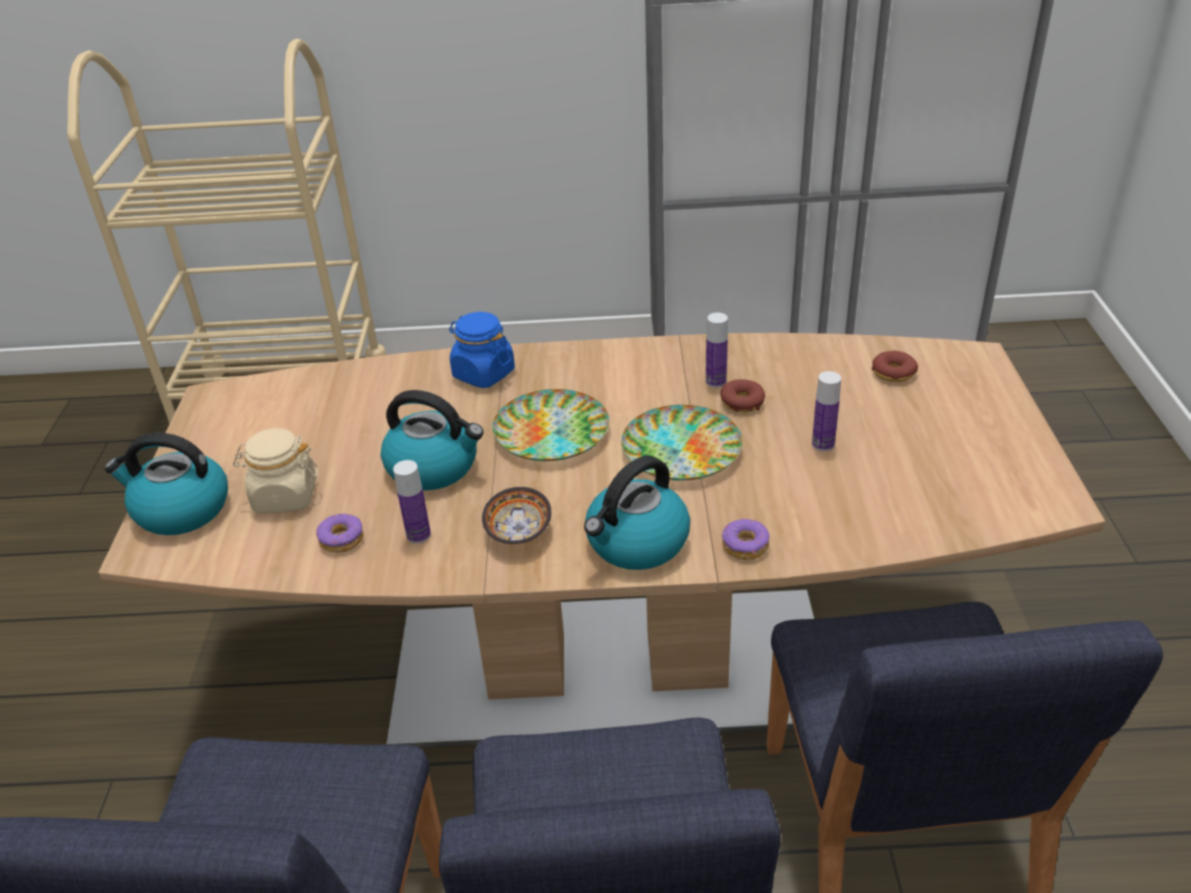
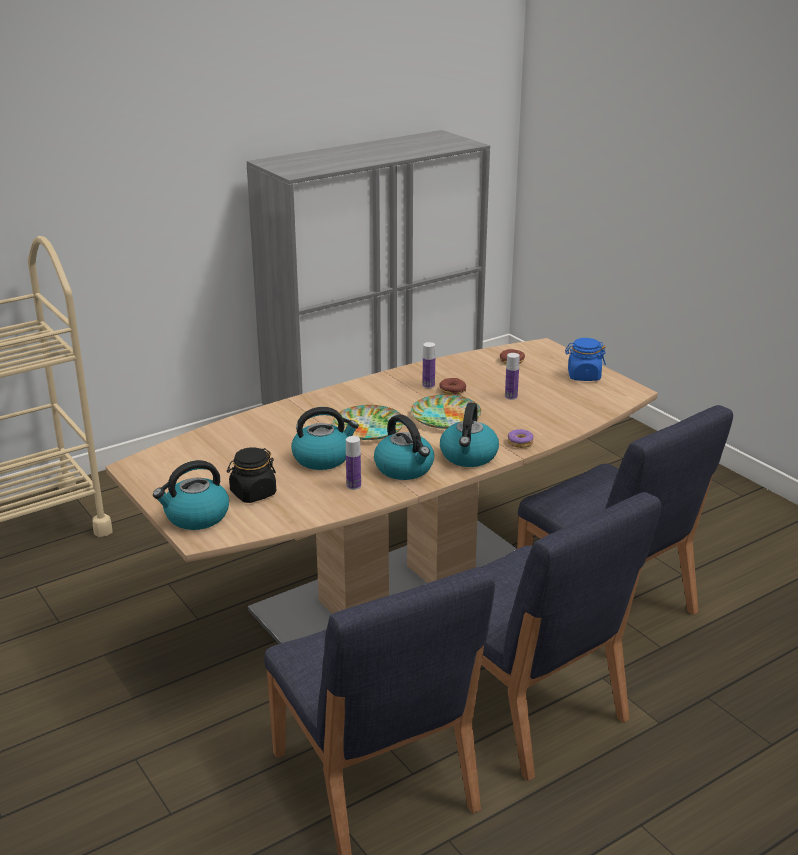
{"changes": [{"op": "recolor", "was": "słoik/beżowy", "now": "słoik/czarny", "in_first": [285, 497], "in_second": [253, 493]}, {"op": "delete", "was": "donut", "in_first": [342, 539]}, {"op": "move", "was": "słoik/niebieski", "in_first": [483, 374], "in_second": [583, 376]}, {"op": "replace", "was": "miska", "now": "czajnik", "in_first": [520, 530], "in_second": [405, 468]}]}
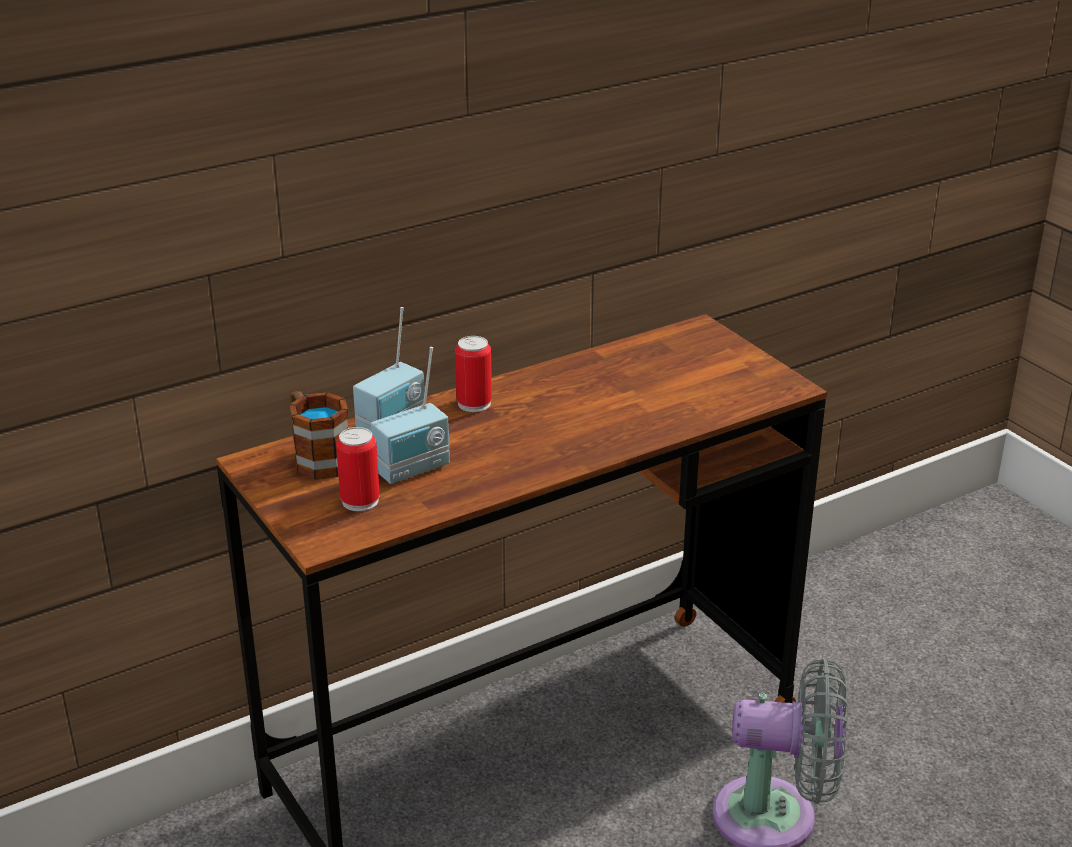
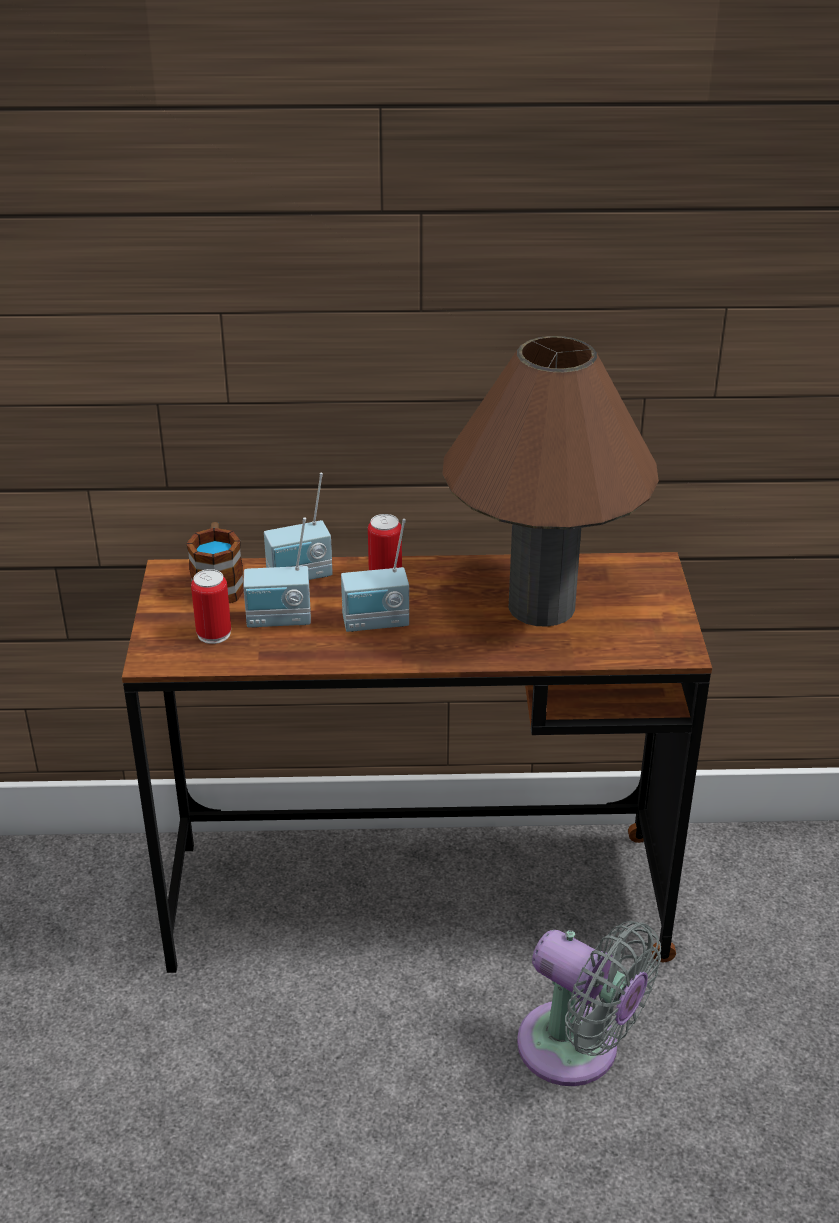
{"changes": [{"op": "insert", "now": "radio", "in_second": [376, 624]}, {"op": "insert", "now": "lampa stołowa/brązowy", "in_second": [541, 606]}]}
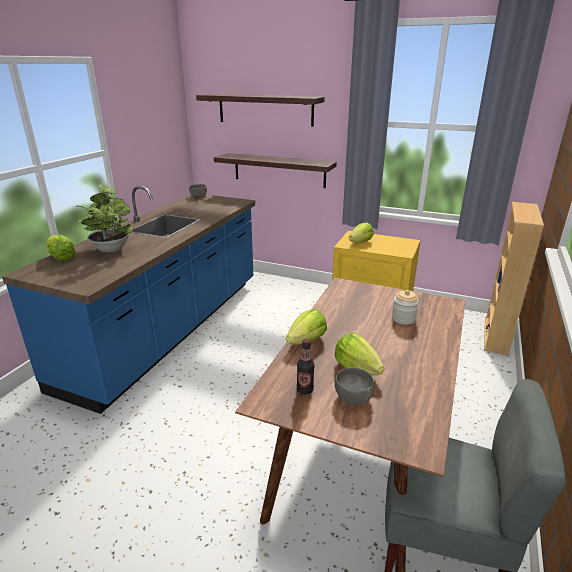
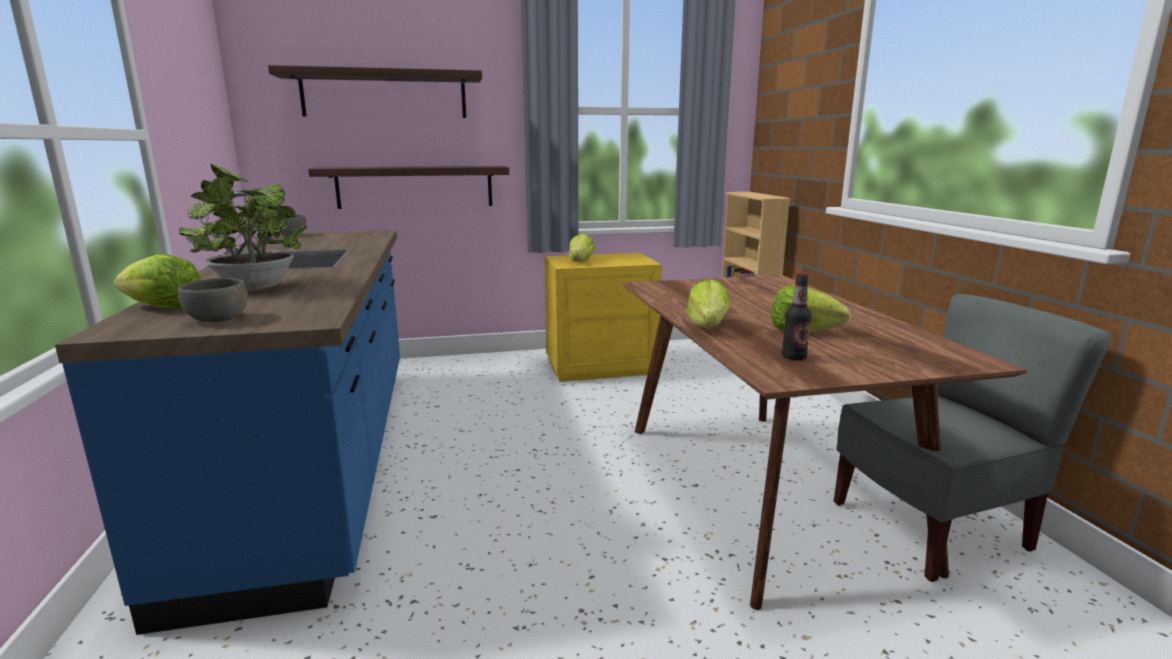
{"changes": [{"op": "move", "was": "miska/szary", "in_first": [354, 398], "in_second": [218, 319]}, {"op": "delete", "was": "słoik", "in_first": [403, 319]}]}
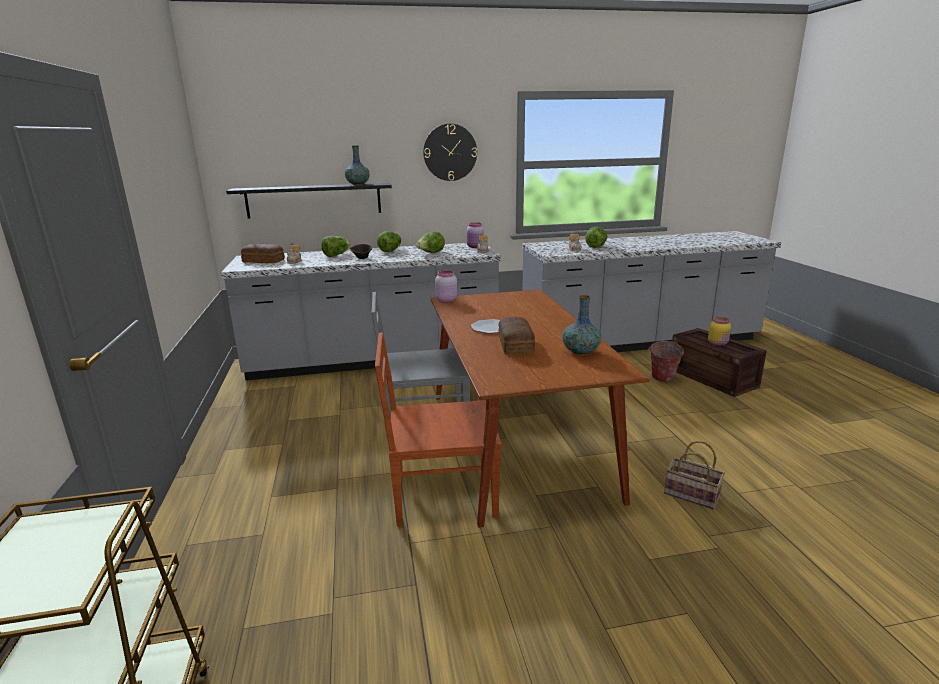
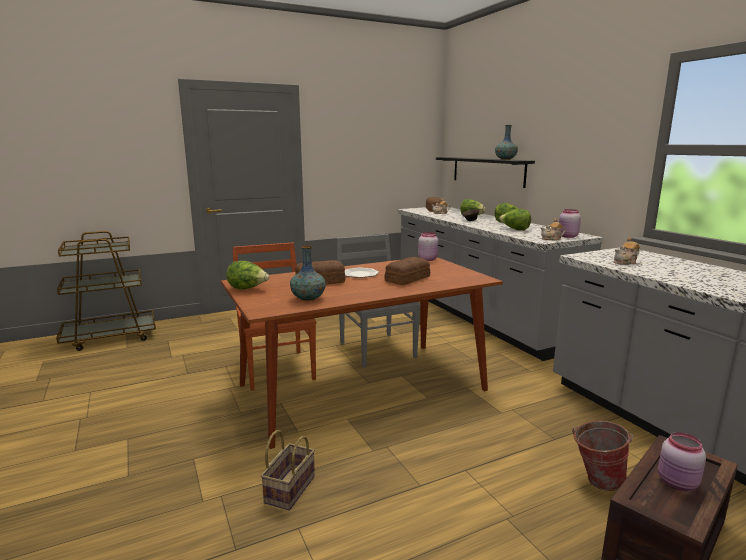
{"changes": [{"op": "delete", "was": "zegar ścienny", "in_first": [450, 152]}, {"op": "move", "was": "sałata", "in_first": [596, 247], "in_second": [248, 289]}, {"op": "recolor", "was": "słoik/żółty", "now": "słoik/różowy", "in_first": [718, 343], "in_second": [678, 484]}, {"op": "insert", "now": "chleb", "in_second": [406, 279]}]}
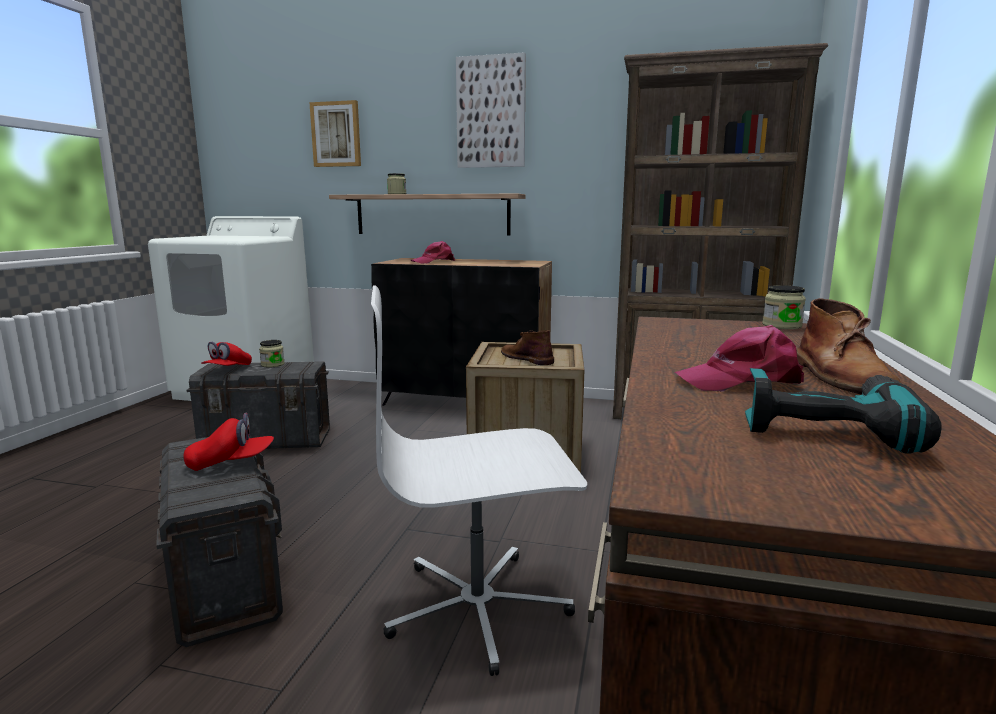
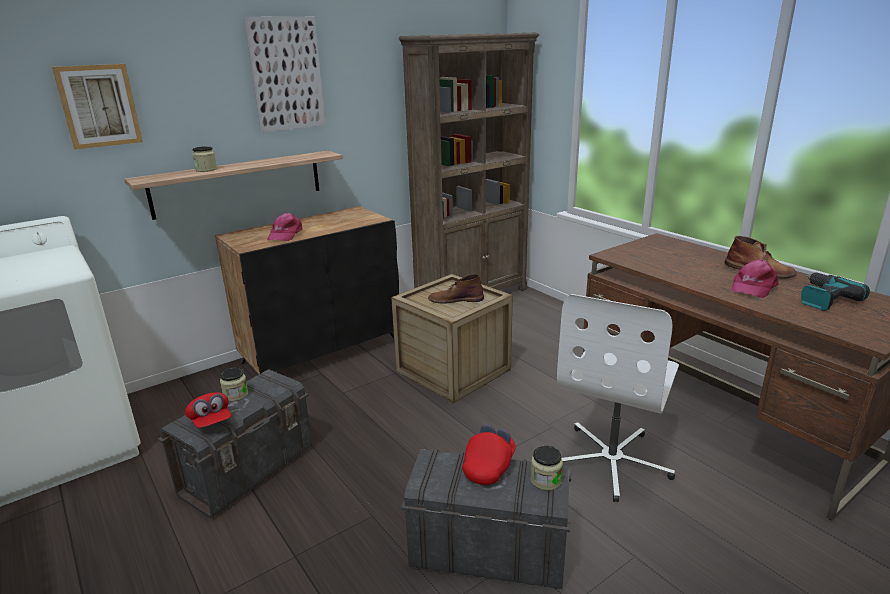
{"changes": [{"op": "move", "was": "słoik", "in_first": [781, 326], "in_second": [545, 480]}]}
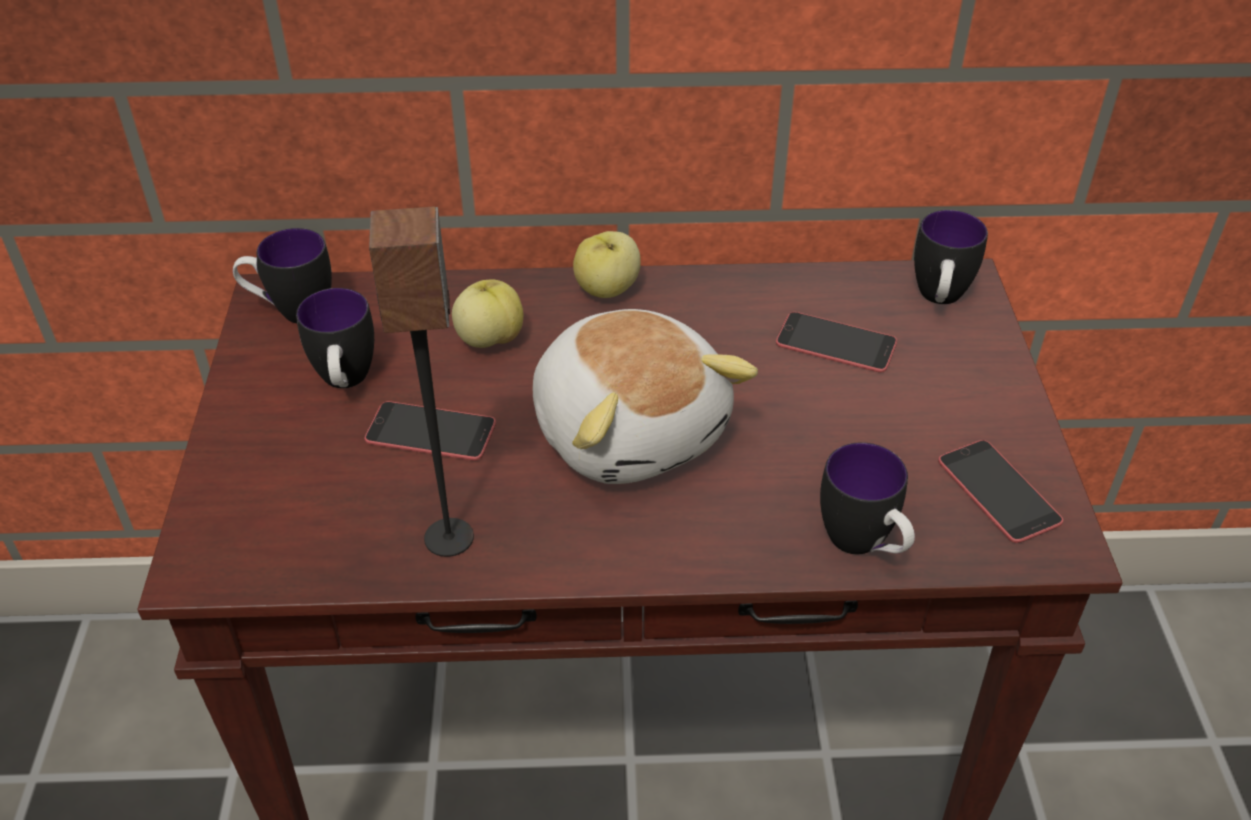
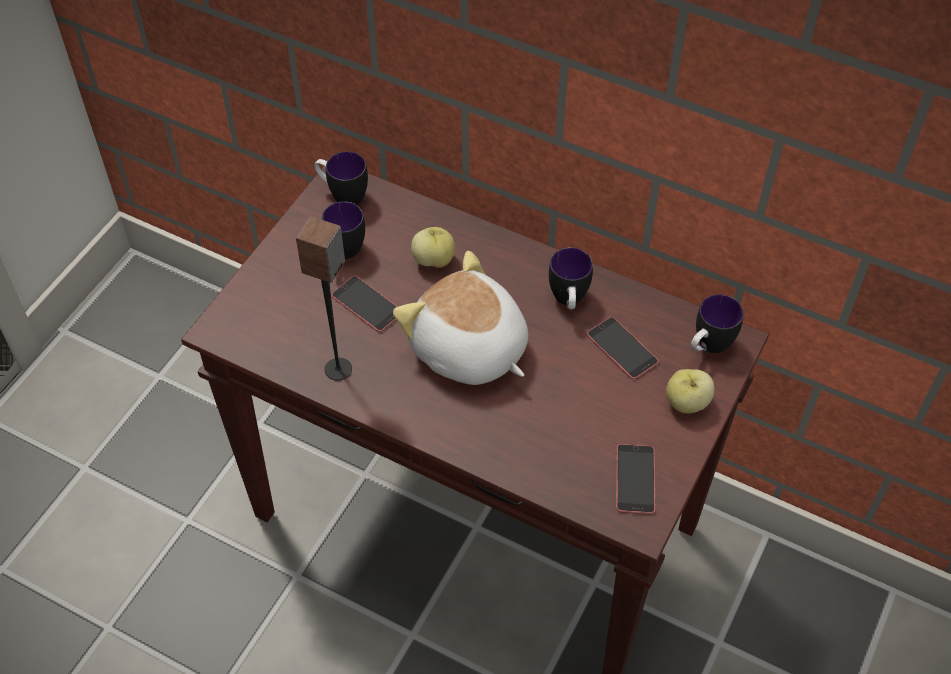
{"changes": [{"op": "rotate", "was": "pluszak", "in_first": [630, 429], "in_second": [468, 350], "clockwise": 135}, {"op": "move", "was": "jabłko", "in_first": [607, 290], "in_second": [687, 403]}, {"op": "move", "was": "kubek", "in_first": [864, 546], "in_second": [568, 302]}]}
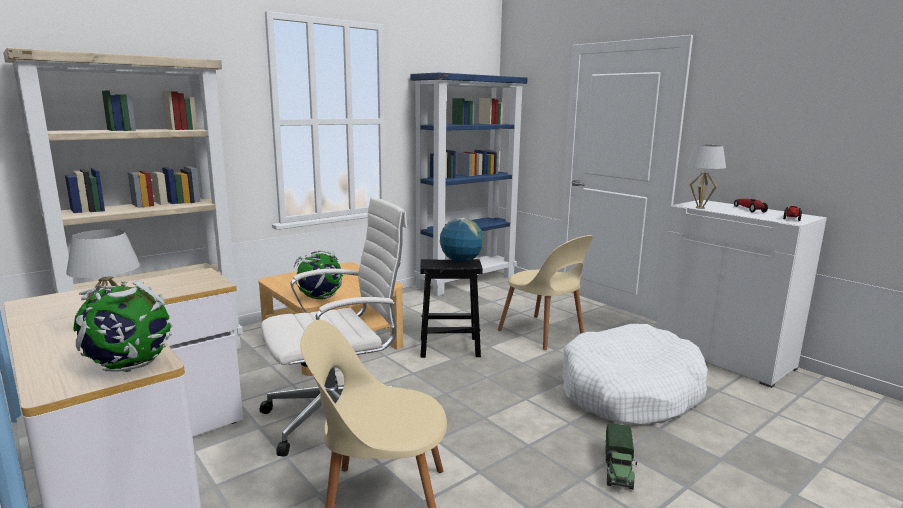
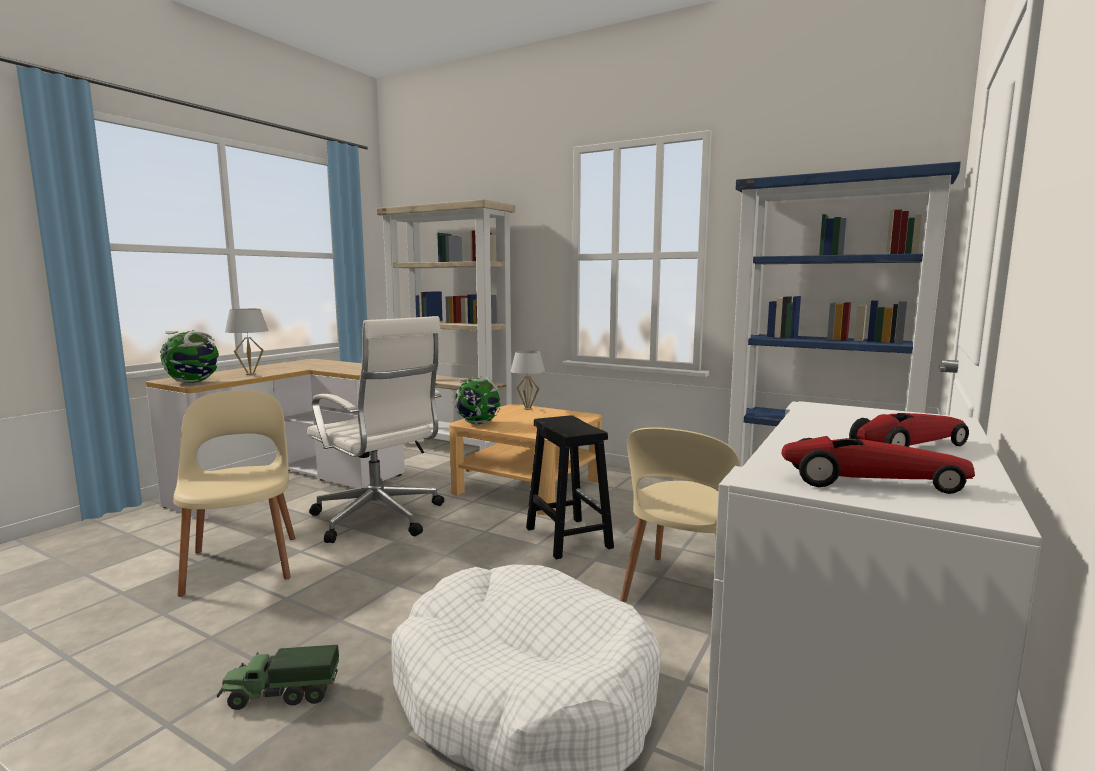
{"changes": [{"op": "delete", "was": "globus", "in_first": [461, 261]}, {"op": "move", "was": "lampa stołowa/biały", "in_first": [700, 208], "in_second": [527, 409]}]}
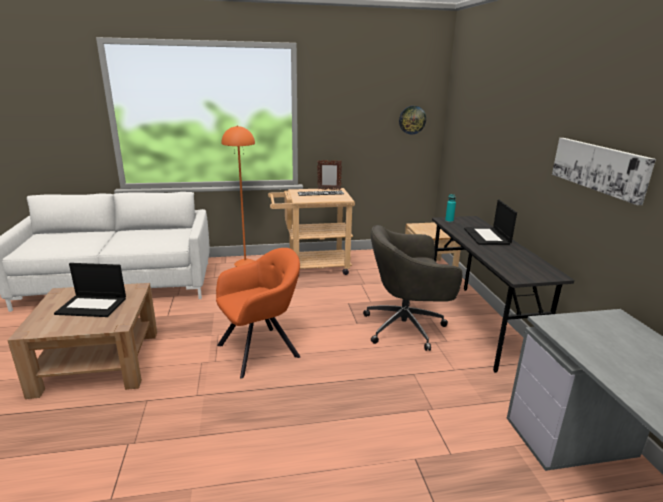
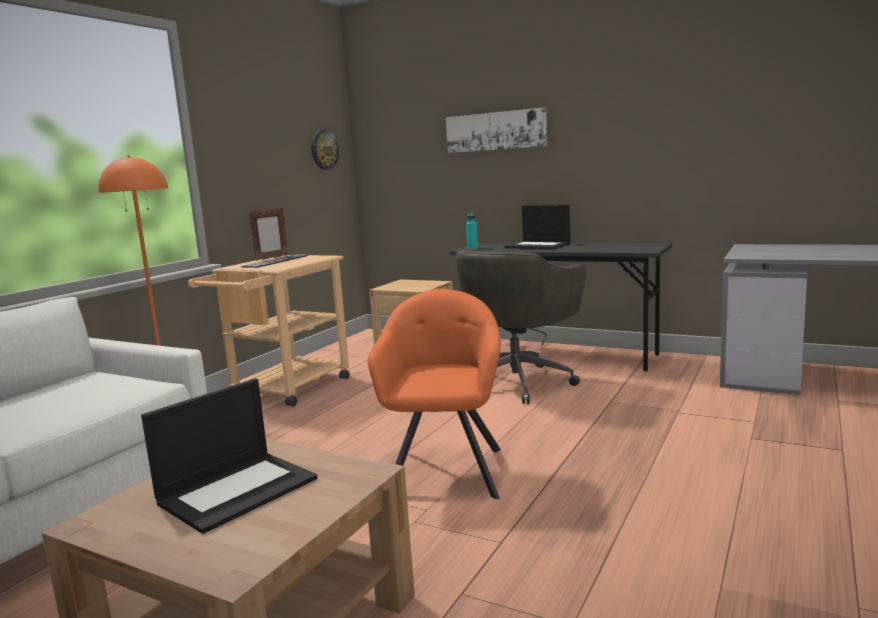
{"changes": [{"op": "move", "was": "obraz", "in_first": [599, 167], "in_second": [496, 131]}]}
